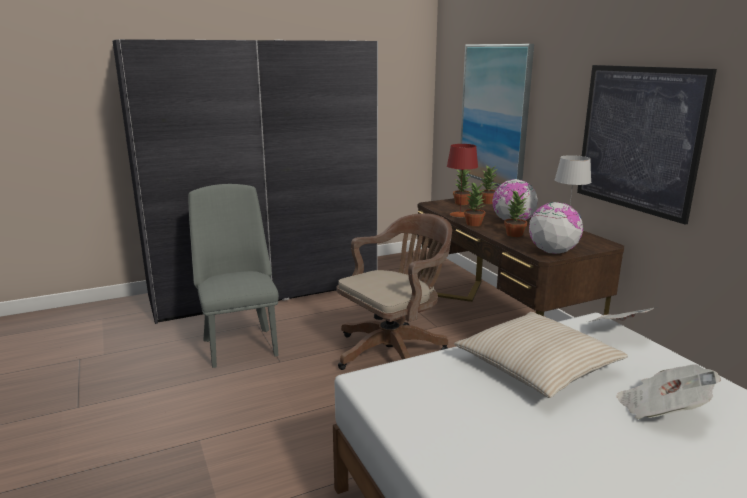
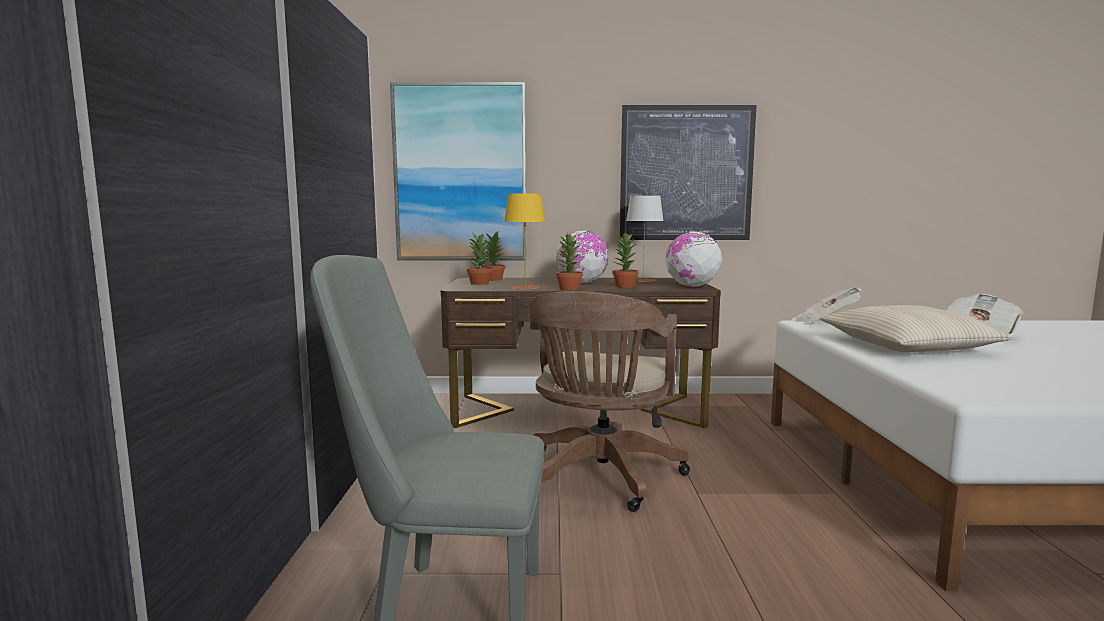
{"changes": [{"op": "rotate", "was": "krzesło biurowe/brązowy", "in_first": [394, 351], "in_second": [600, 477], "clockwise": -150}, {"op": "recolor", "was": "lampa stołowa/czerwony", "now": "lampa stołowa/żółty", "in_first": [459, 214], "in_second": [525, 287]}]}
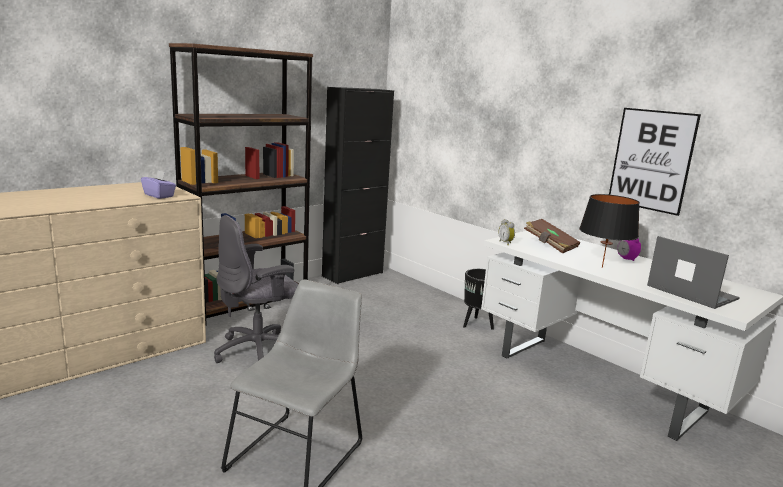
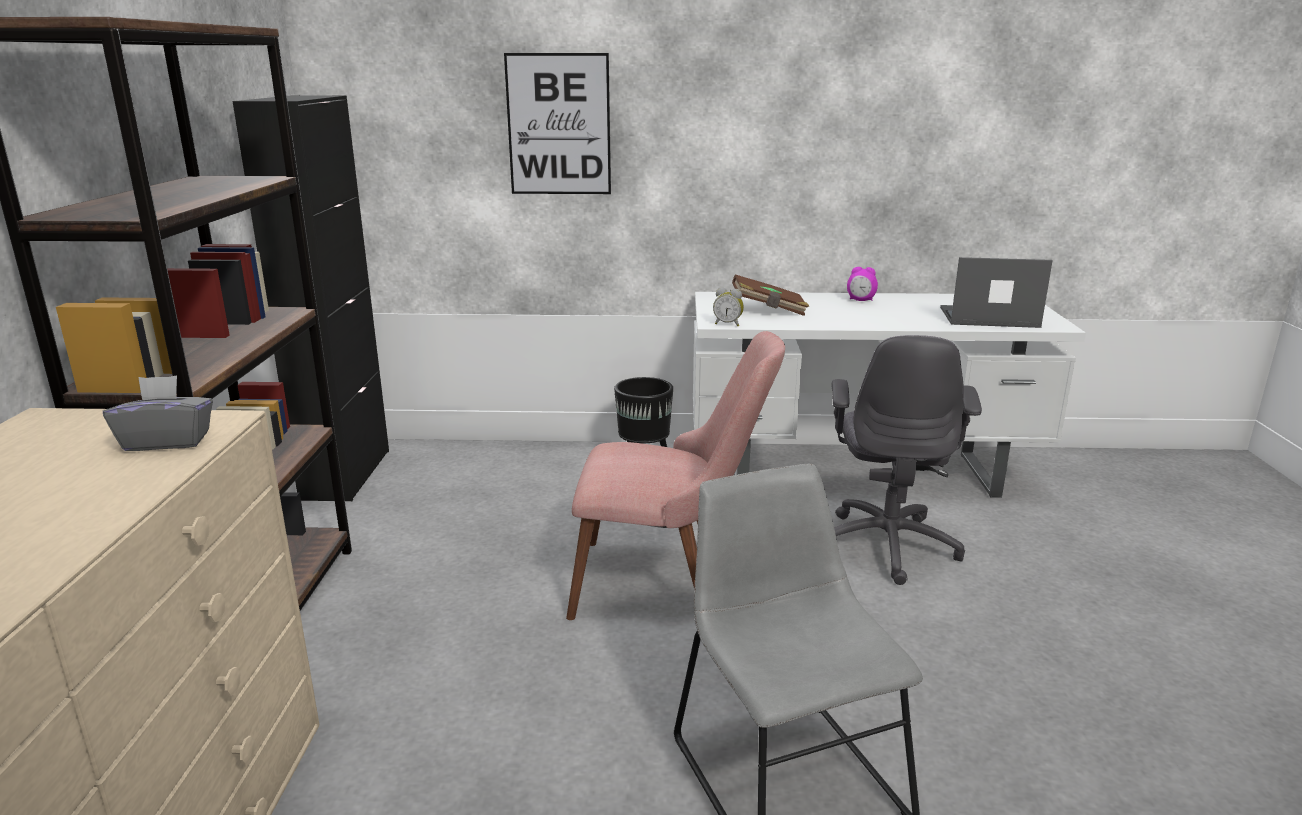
{"changes": [{"op": "recolor", "was": "pudełko chusteczek/fioletowy", "now": "pudełko chusteczek/szary", "in_first": [159, 195], "in_second": [167, 441]}, {"op": "move", "was": "krzesło biurowe/szary", "in_first": [259, 351], "in_second": [888, 545]}, {"op": "delete", "was": "lampa stołowa/czarny", "in_first": [602, 267]}, {"op": "move", "was": "obraz", "in_first": [651, 160], "in_second": [559, 125]}, {"op": "insert", "now": "krzesło/różowy", "in_second": [669, 581]}]}
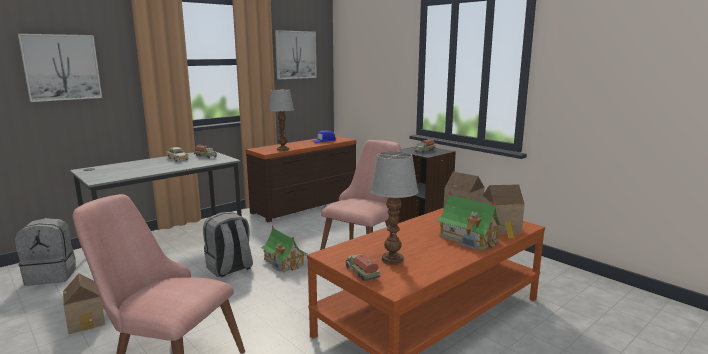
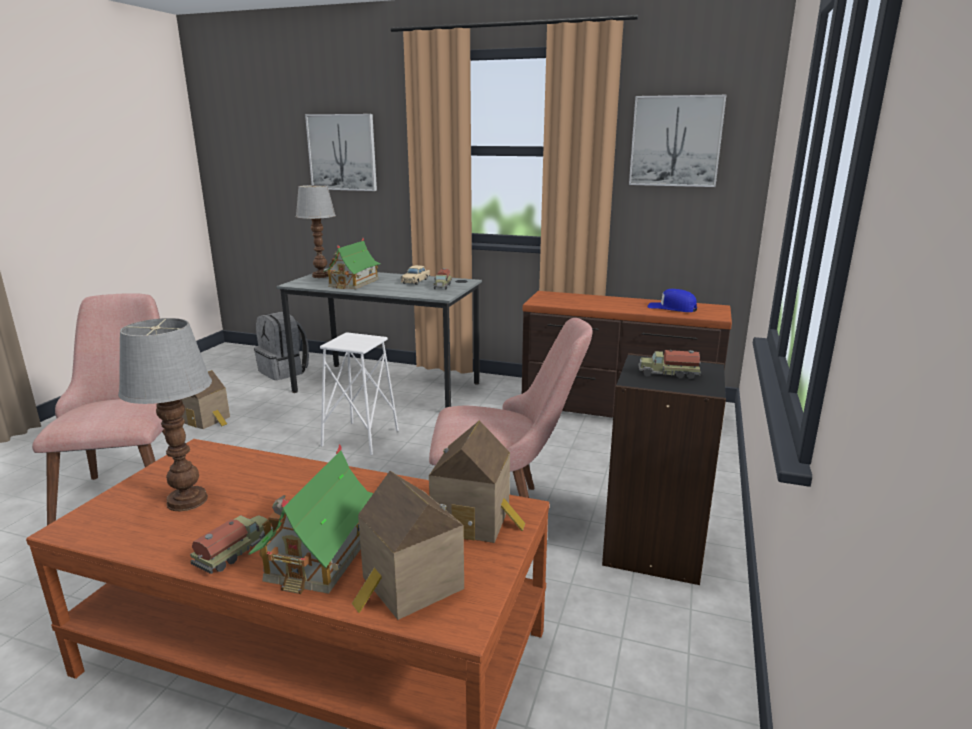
{"changes": [{"op": "replace", "was": "plecak/szary", "now": "stołek/biały", "in_first": [229, 269], "in_second": [360, 438]}, {"op": "move", "was": "domek", "in_first": [284, 262], "in_second": [353, 283]}, {"op": "move", "was": "lampa stołowa", "in_first": [282, 149], "in_second": [320, 276]}, {"op": "move", "was": "ciężarówka zabawkowa", "in_first": [361, 272], "in_second": [235, 551]}]}
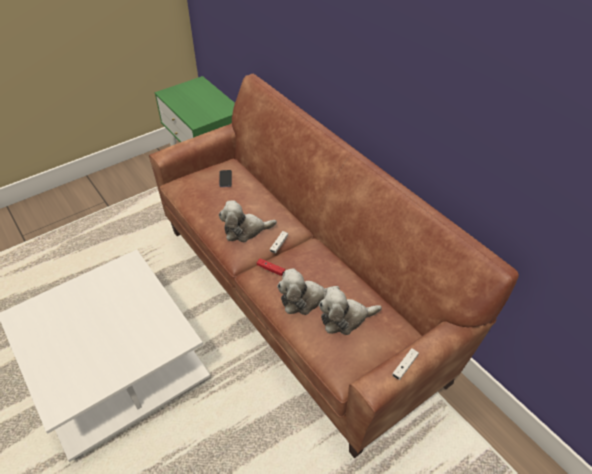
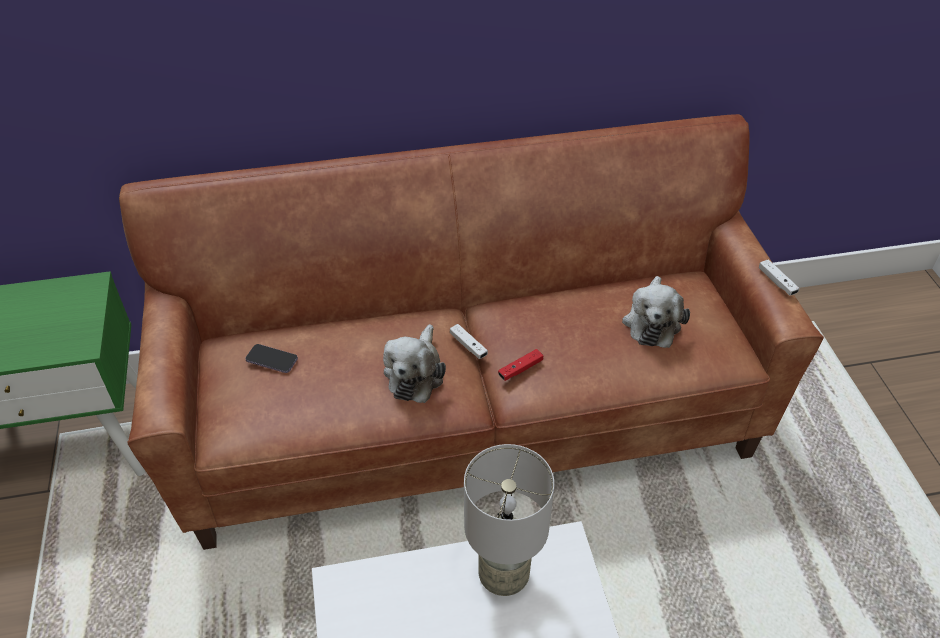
{"changes": [{"op": "delete", "was": "pluszak", "in_first": [304, 299]}, {"op": "insert", "now": "lampa stołowa/szary", "in_second": [504, 575]}]}
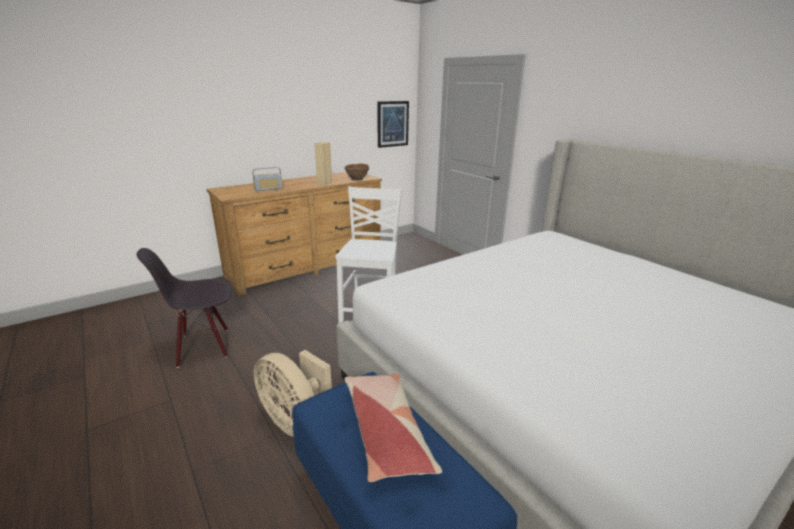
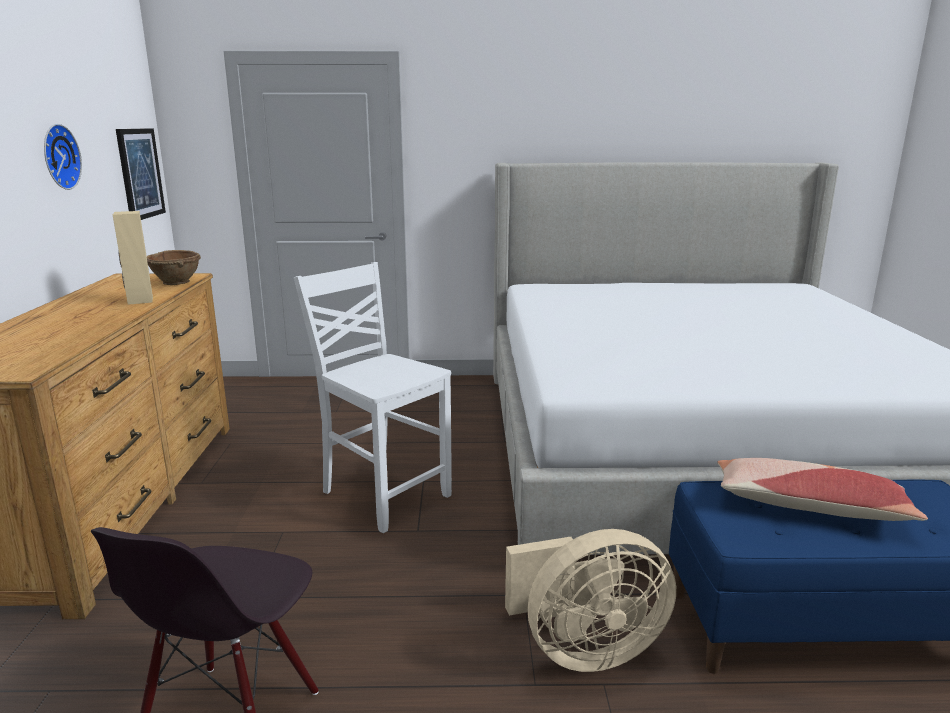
{"changes": [{"op": "delete", "was": "radio", "in_first": [268, 189]}, {"op": "insert", "now": "zegar ścienny", "in_second": [58, 157]}]}
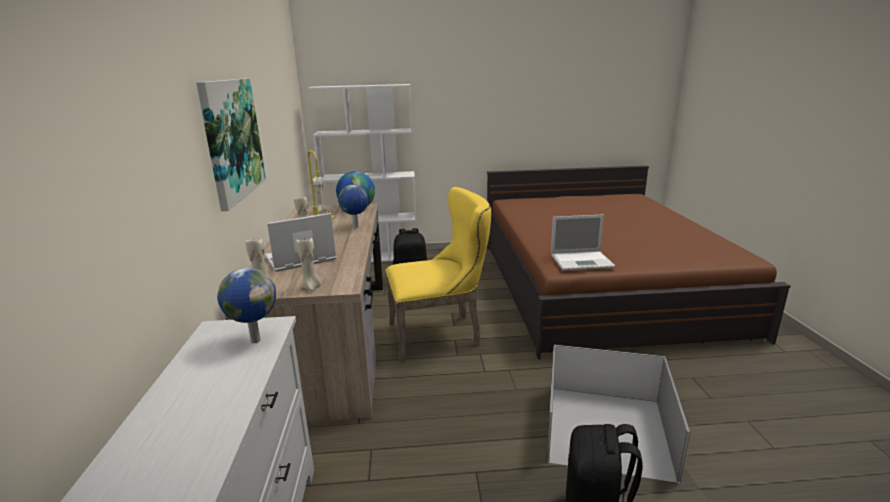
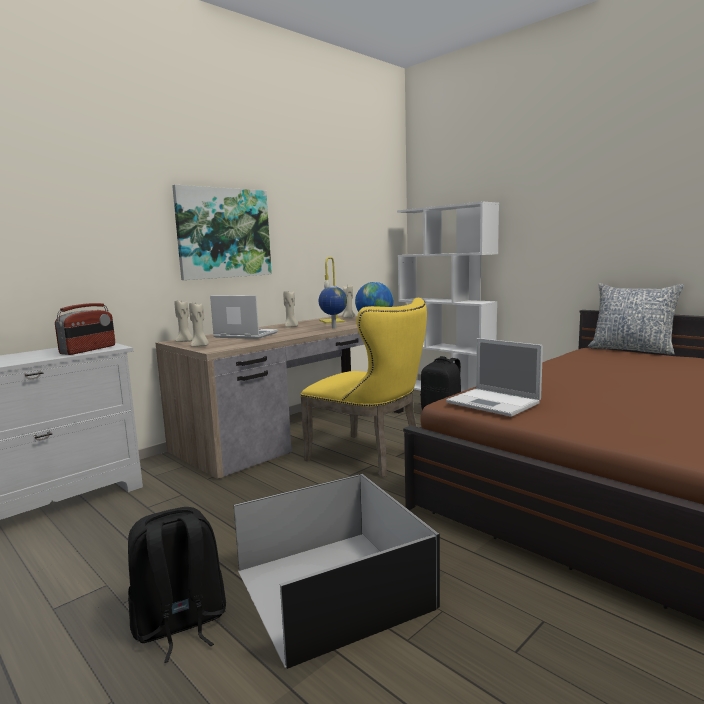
{"changes": [{"op": "replace", "was": "globus", "now": "radio", "in_first": [255, 340], "in_second": [89, 350]}, {"op": "insert", "now": "poduszka", "in_second": [631, 350]}]}
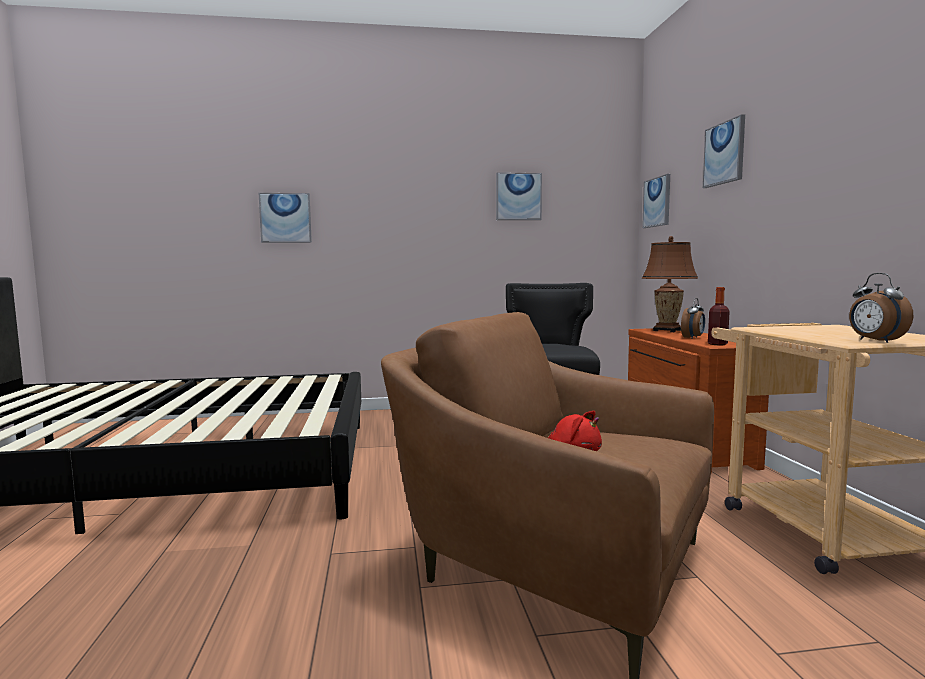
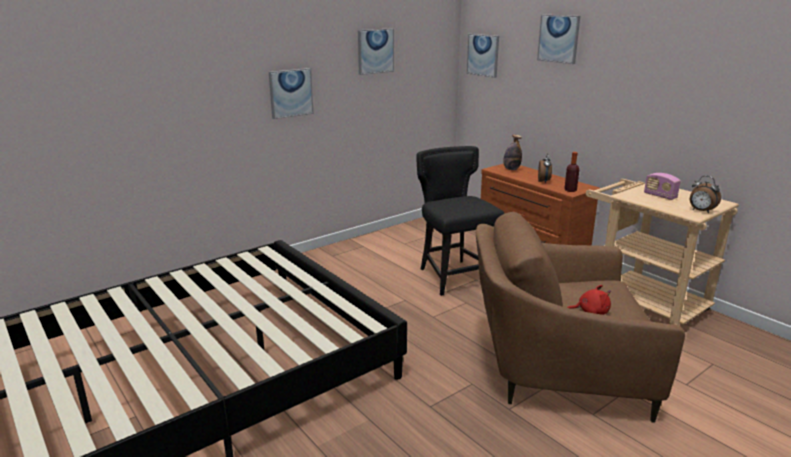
{"changes": [{"op": "move", "was": "obraz", "in_first": [285, 218], "in_second": [290, 93]}, {"op": "replace", "was": "lampa stołowa/brązowy", "now": "butelka", "in_first": [667, 330], "in_second": [511, 169]}, {"op": "insert", "now": "radio", "in_second": [660, 196]}]}
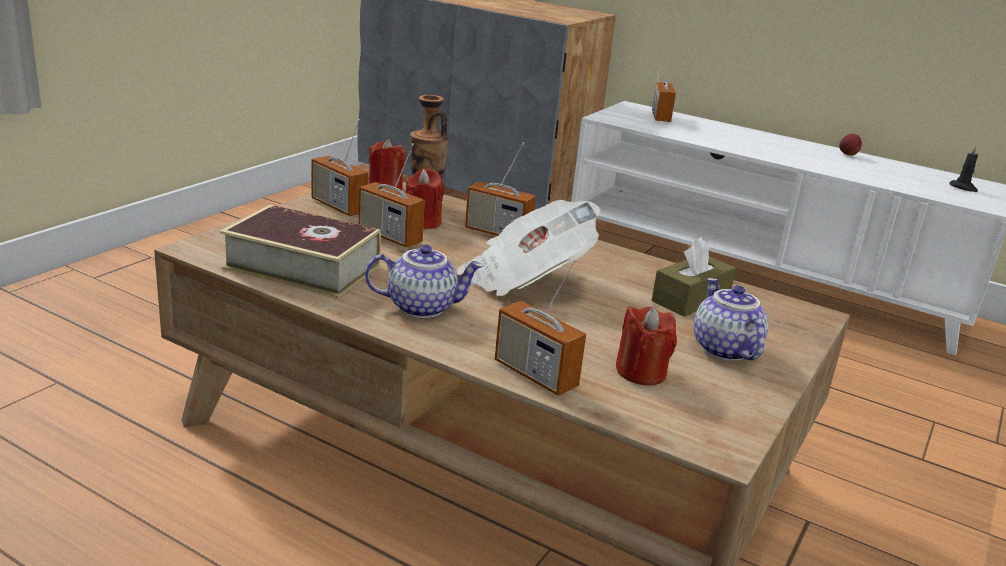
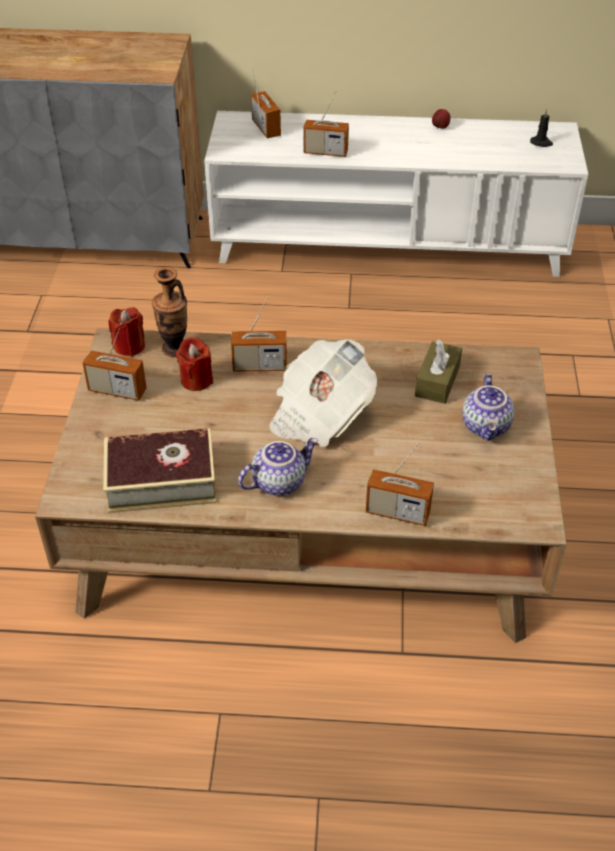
{"changes": [{"op": "move", "was": "radio", "in_first": [389, 236], "in_second": [325, 152]}, {"op": "delete", "was": "świeca/czerwony", "in_first": [641, 372]}, {"op": "rotate", "was": "imbryk", "in_first": [723, 349], "in_second": [487, 426], "clockwise": -135}]}
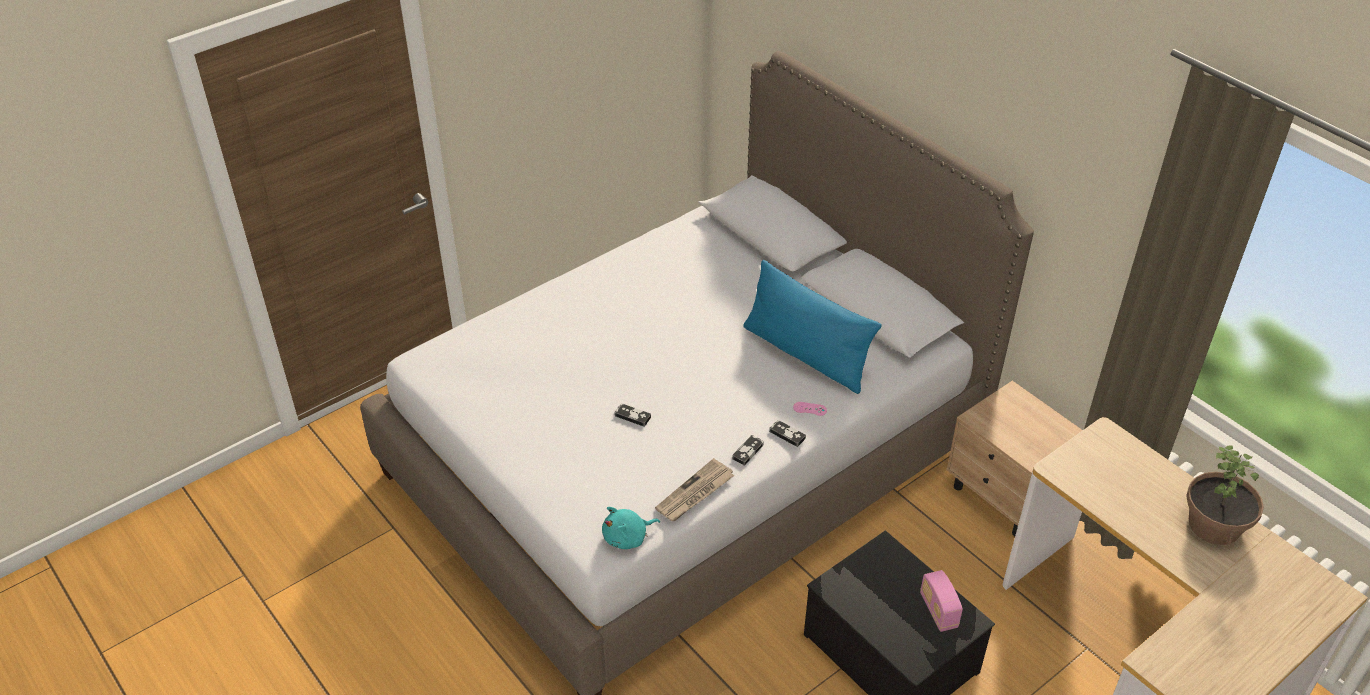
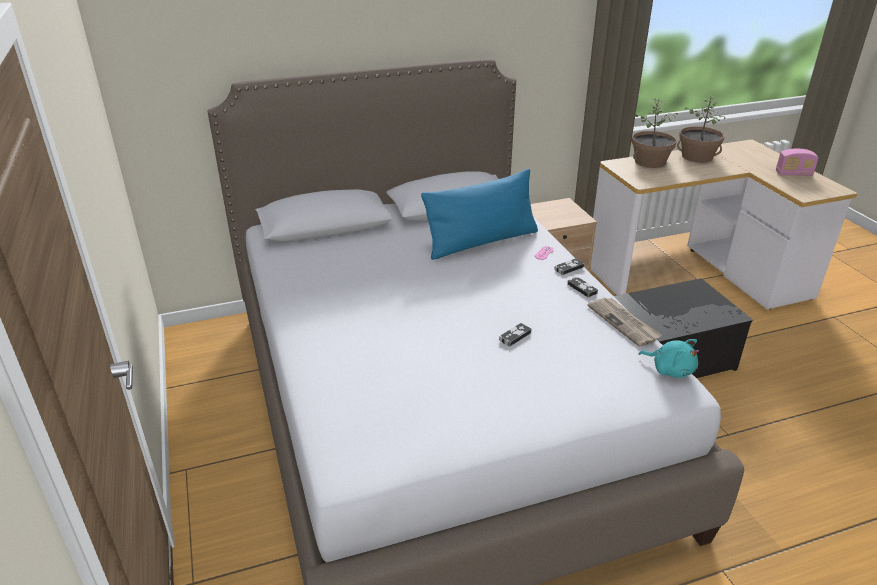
{"changes": [{"op": "rotate", "was": "pluszak/turkusowy", "in_first": [628, 538], "in_second": [670, 369], "clockwise": -45}, {"op": "move", "was": "radio", "in_first": [938, 611], "in_second": [793, 174]}, {"op": "insert", "now": "roślina doniczkowa", "in_second": [650, 162]}]}
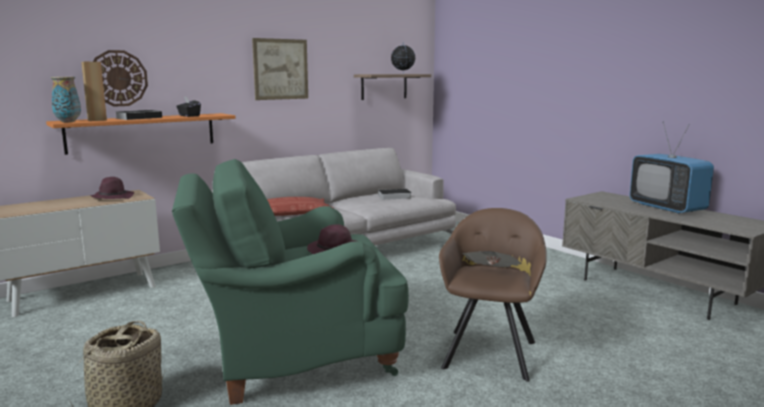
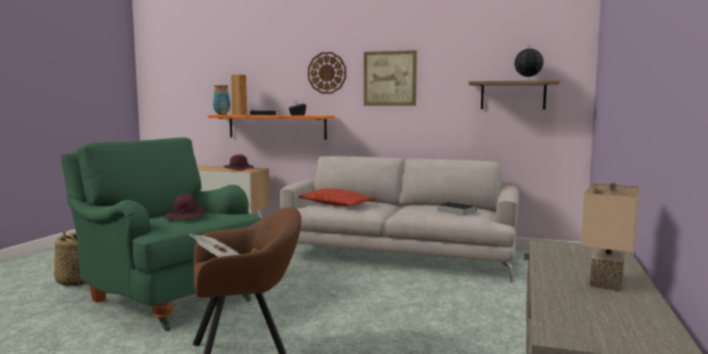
{"changes": [{"op": "move", "was": "zegar ścienny", "in_first": [118, 78], "in_second": [327, 73]}, {"op": "replace", "was": "telewizor", "now": "lampa stołowa/beżowy", "in_first": [667, 208], "in_second": [609, 283]}]}
